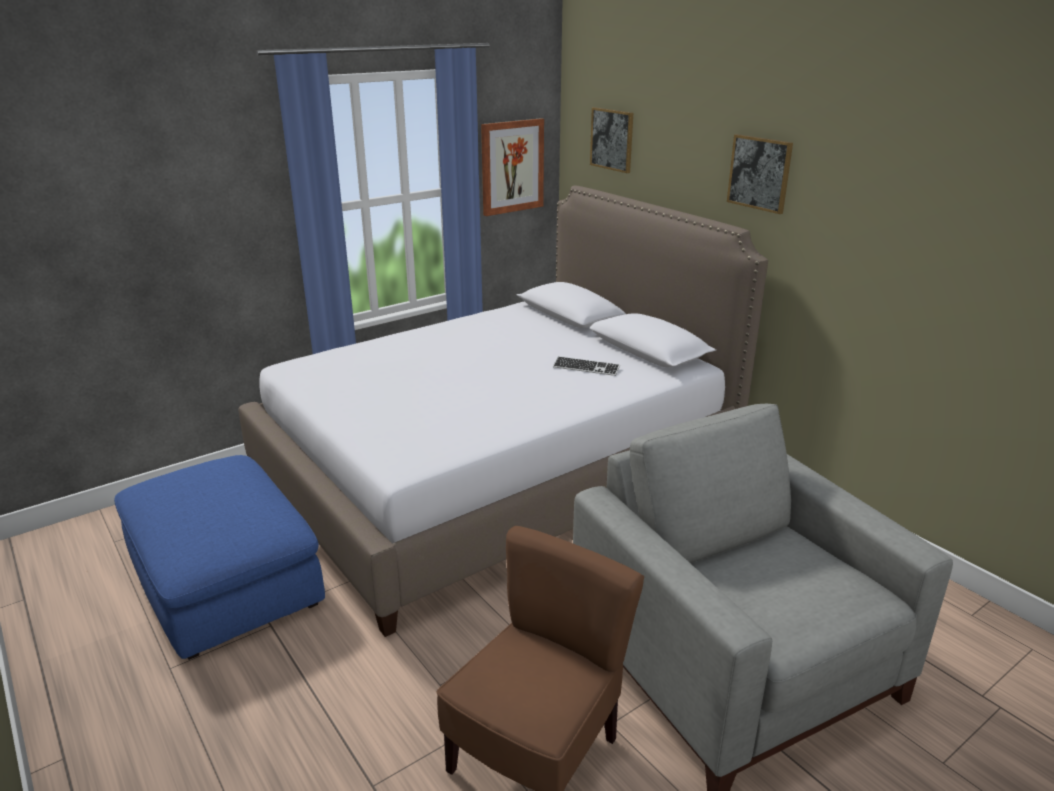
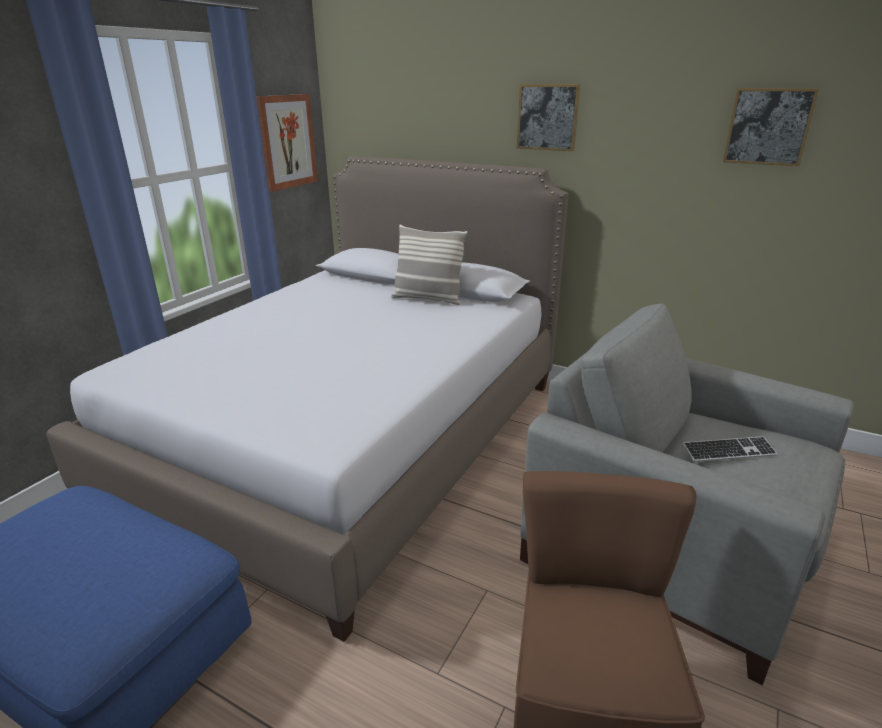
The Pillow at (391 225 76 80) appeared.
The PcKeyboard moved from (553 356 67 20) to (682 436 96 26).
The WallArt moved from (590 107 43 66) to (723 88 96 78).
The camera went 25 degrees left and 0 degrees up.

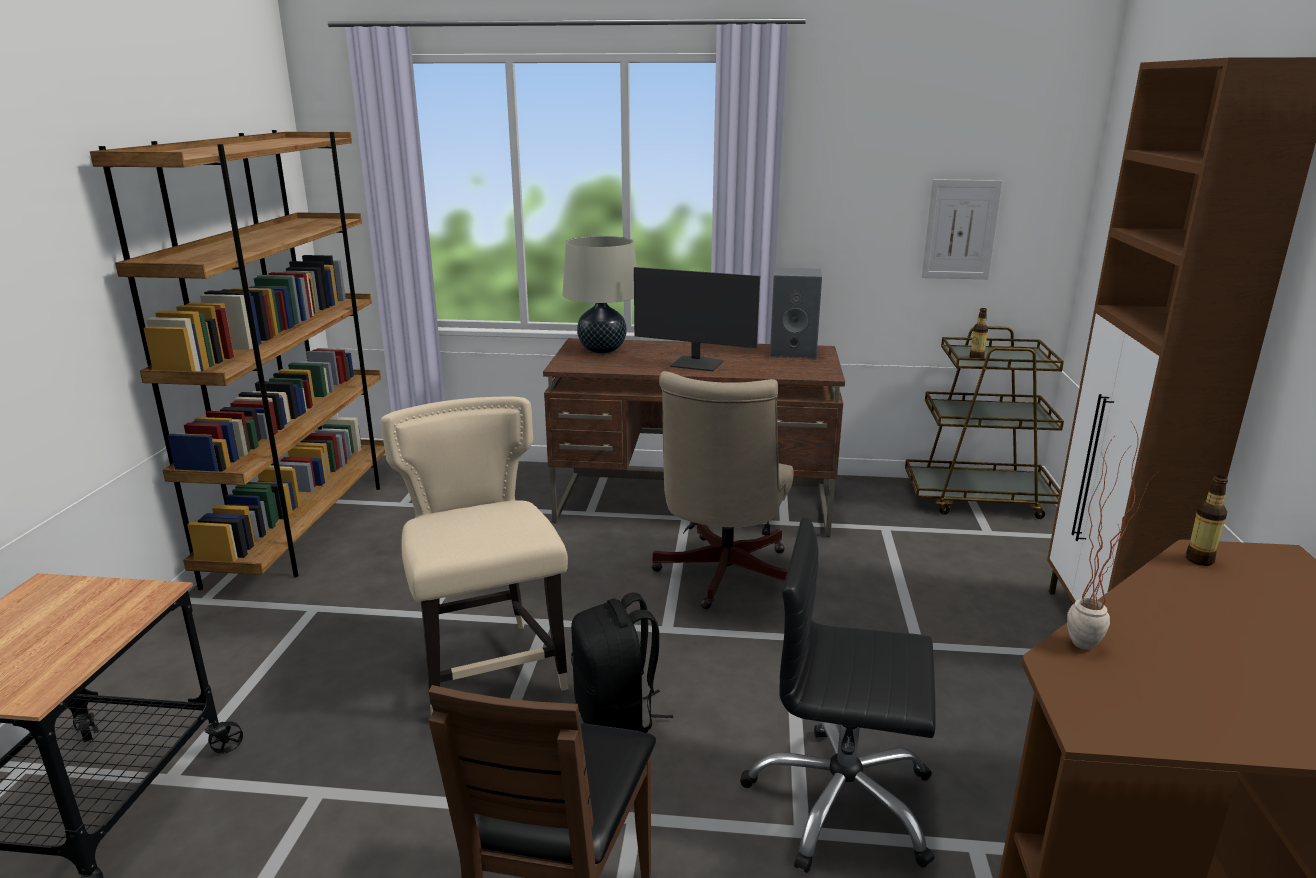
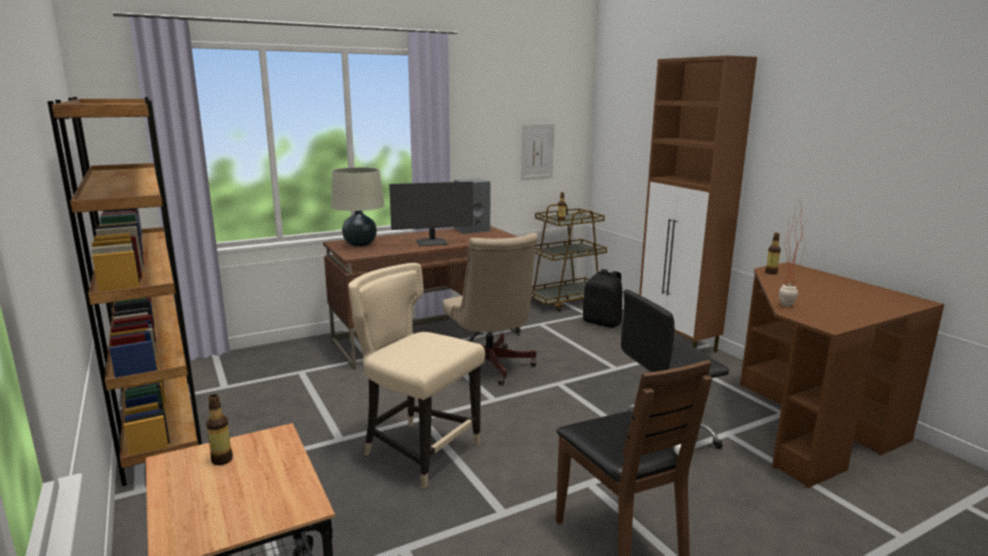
The Bottle at (206 394 27 71) appeared.
The BlackKnapsack moved from (571 593 102 140) to (583 269 39 59).
The camera went 35 degrees left and 5 degrees down.

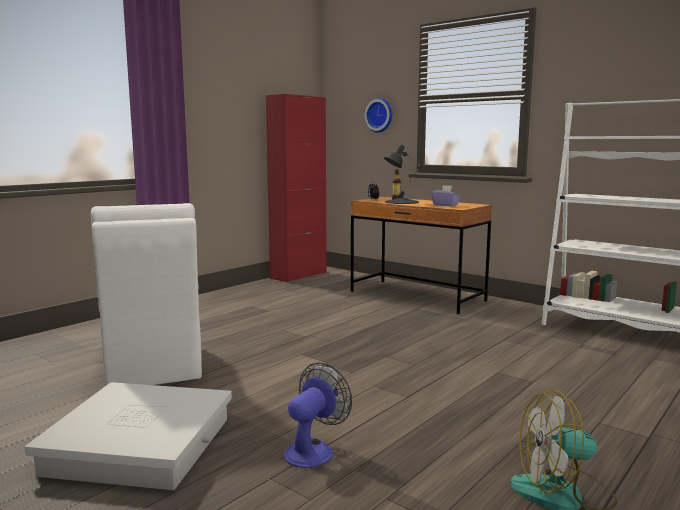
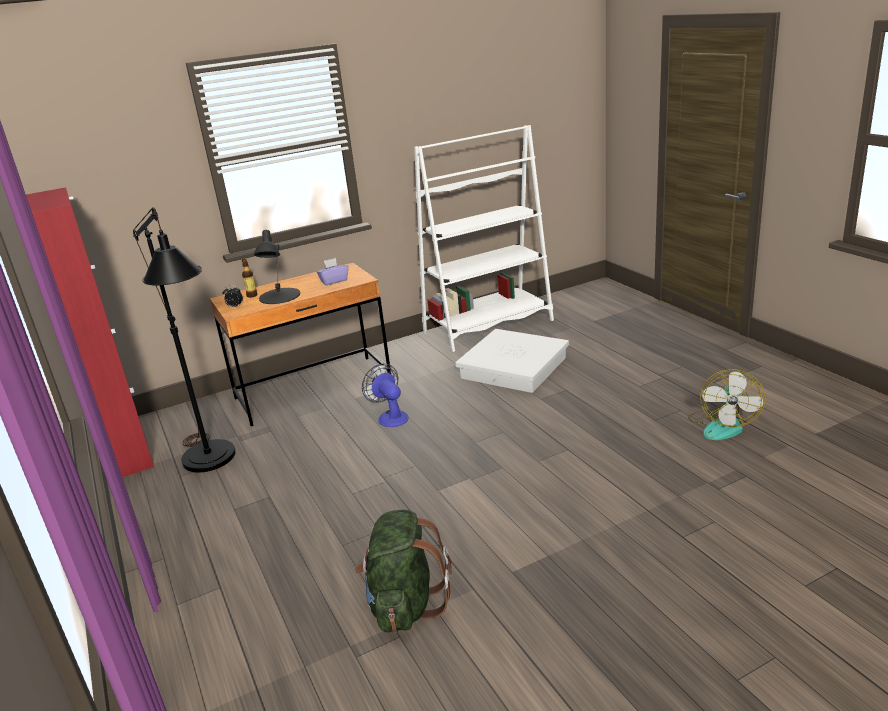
The BlackFloorLamp at (133 207 103 265) appeared.
The WhitePlainChair at (91 203 111 182) was replaced by the GreenColouredKnapsack at (355 509 97 123).
The ElectricFan moved from (284 363 68 105) to (362 364 47 63).
The WhiteStorageBin moved from (25 382 207 108) to (455 329 114 64).
The WallClock at (364 98 28 35) disappeared.
The camera went 65 degrees left and 15 degrees up.

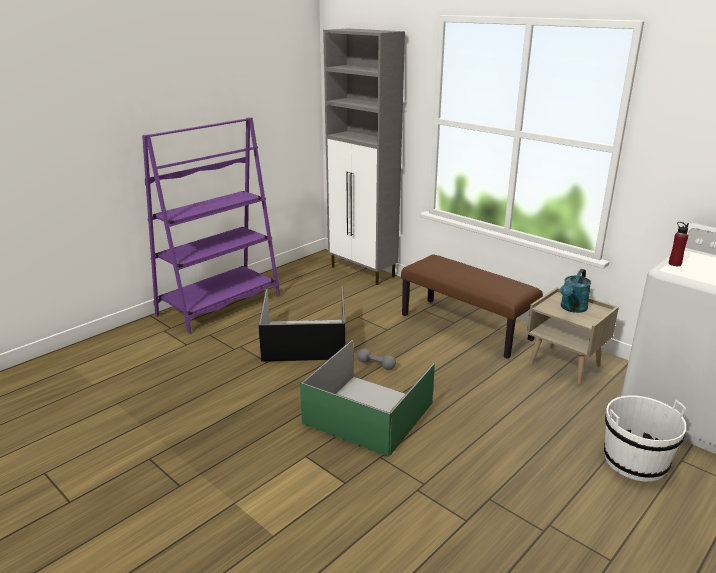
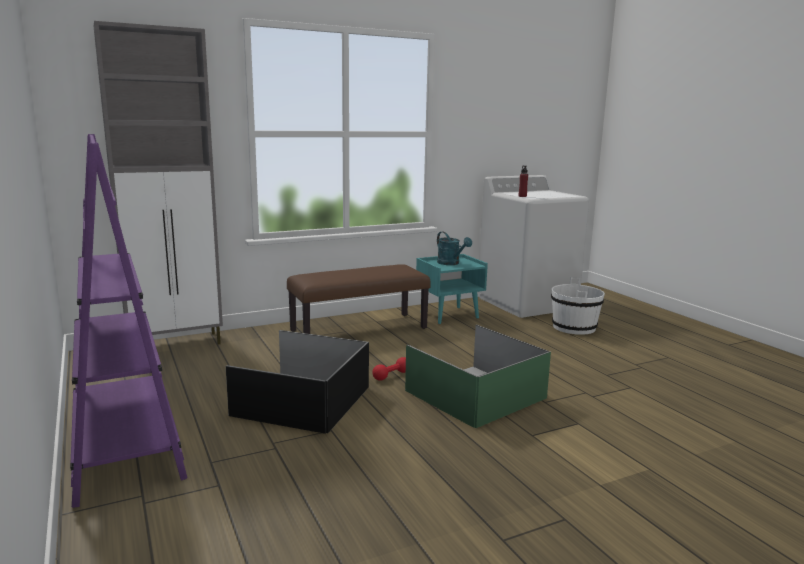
The GrayHandWeight at (357 349 39 21) became the ReddishHandWeight at (372 357 34 24).
The BeigeColouredNightTable at (527 287 92 97) became the TurquoiseColouredNightTable at (416 254 72 70).
The camera went 70 degrees left and 10 degrees down.

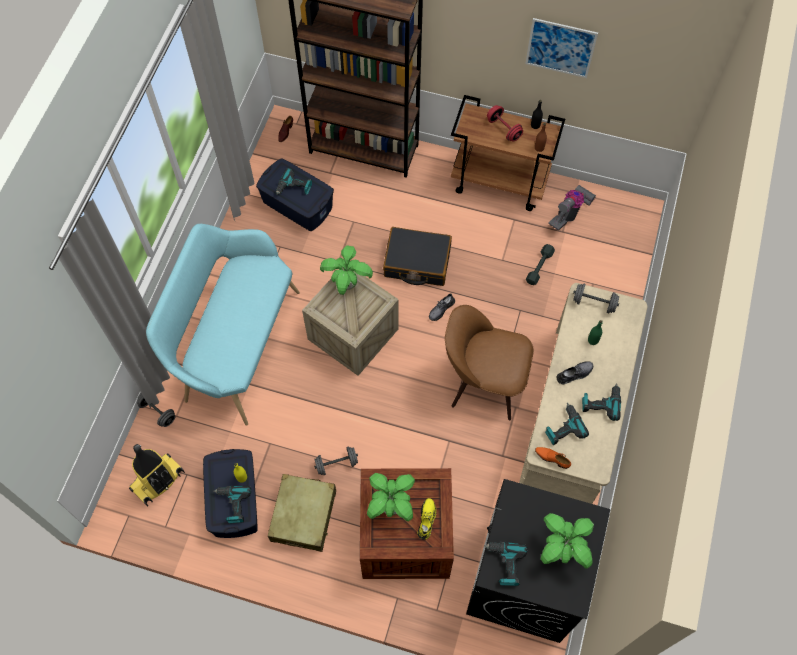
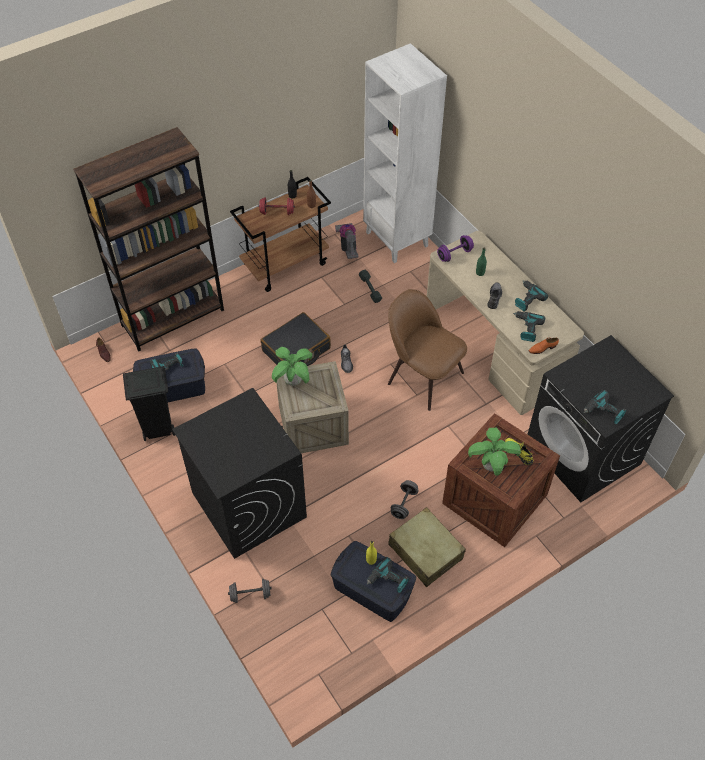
The BlackRubbishBin at (123 366 52 75) appeared.
The TurquoiseColouredBench at (146 224 154 202) was replaced by the BlackLaundryMachine at (172 388 135 171).
The WhiteBookshelf at (363 43 84 220) appeared.
The BrownColouredPlainChair at (445 305 89 115) turned 75 degrees clockwise.
The GrayHandWeight at (573 283 46 30) became the PurpleHandWeight at (437 235 37 27).
The Hoover at (129 444 56 62) disappeared.
The WallArt at (525 18 73 60) disappeared.
The PlantInAPot at (541 513 53 56) disappeared.
The camera went 50 degrees left and 10 degrees down.

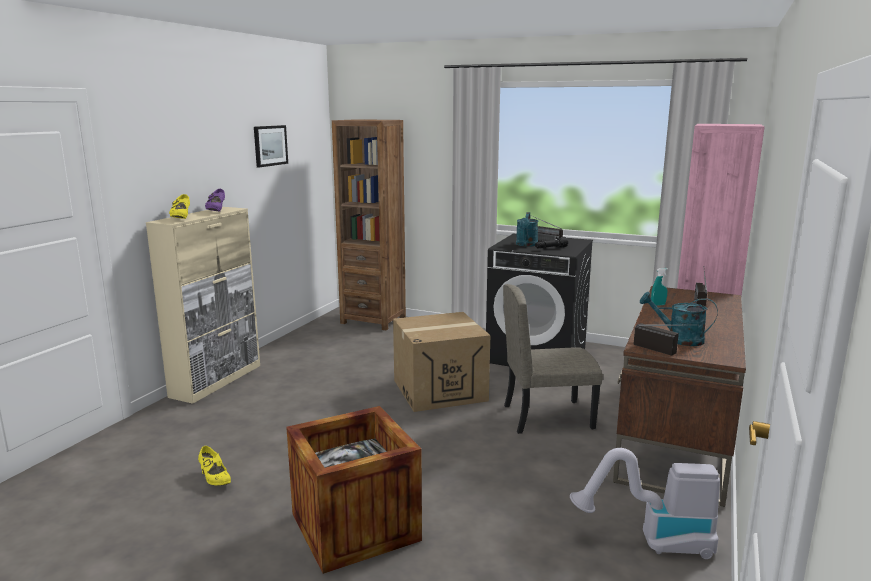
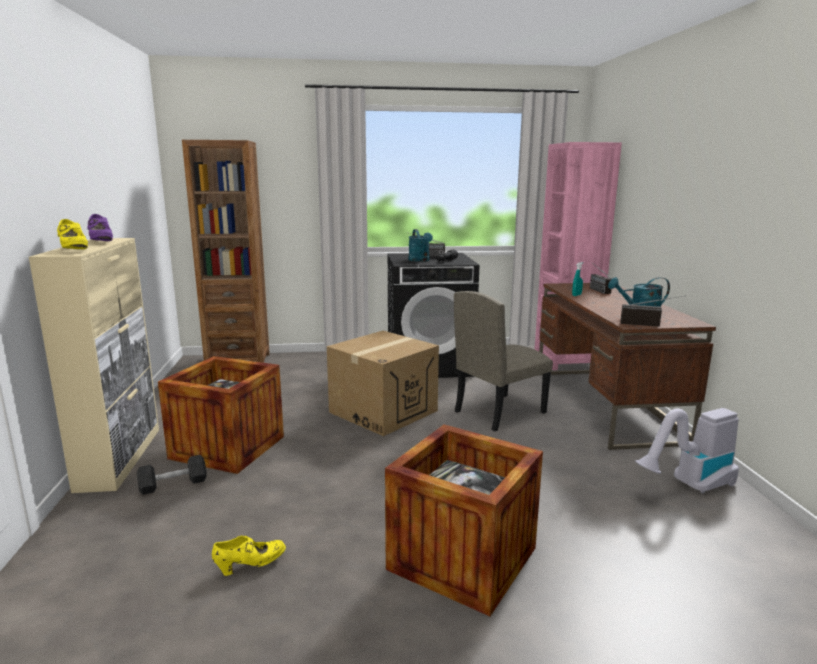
The BlackHandWeight at (137 455 70 40) appeared.
The Crate at (158 356 126 118) appeared.
The YellowishShoe at (198 446 33 40) turned 45 degrees counterclockwise.
The WallArt at (254 125 34 43) disappeared.
The camera went 30 degrees left and 0 degrees up.

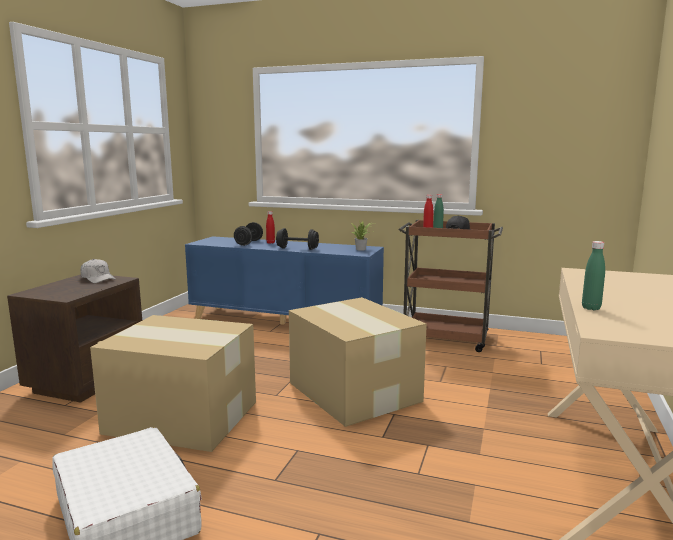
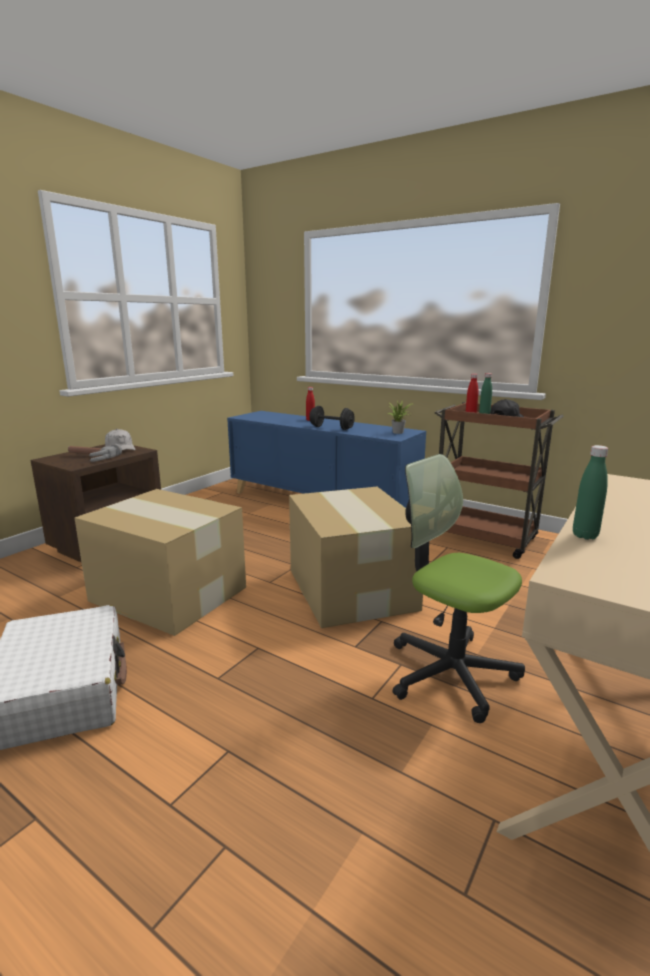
The HandHammer at (68 444 54 18) appeared.
The ComputerChair at (393 454 132 269) appeared.
The BlackHandWeight at (234 222 29 24) disappeared.
The camera went 15 degrees right and 5 degrees up.

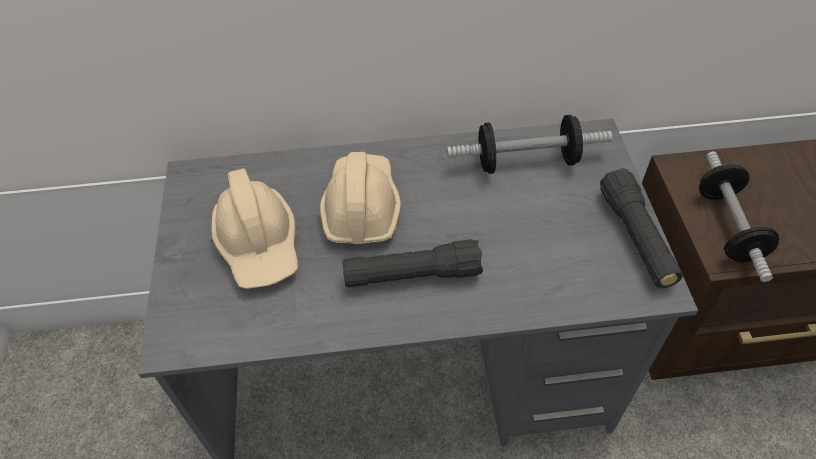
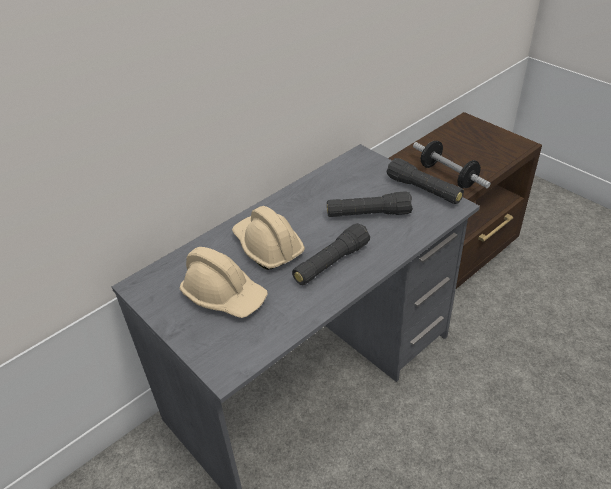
The BlackHandTorch at (327 191 86 26) appeared.
The HandWeight at (447 115 165 59) disappeared.
The camera went 35 degrees left and 10 degrees down.

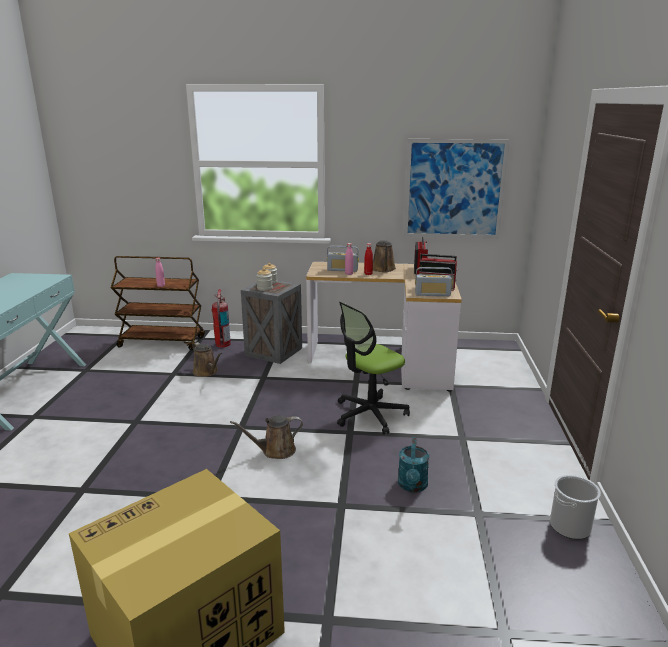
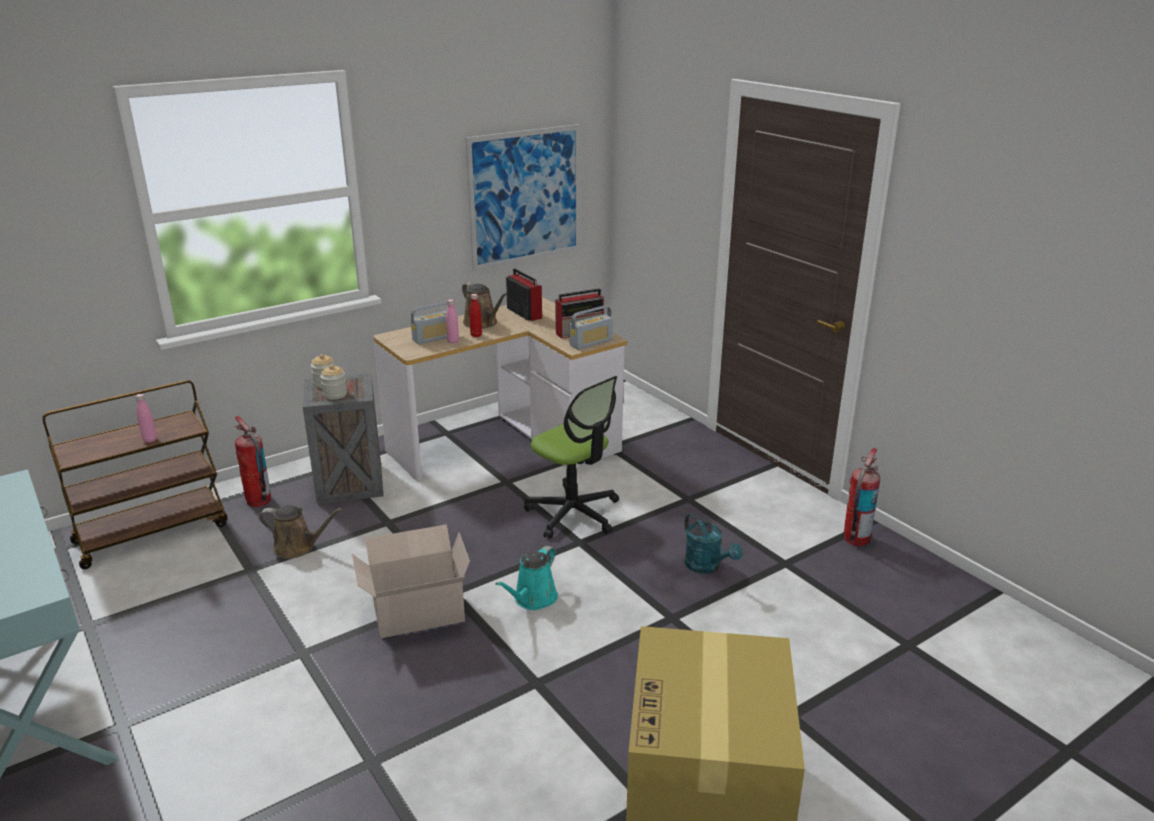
The PackingBox at (352 524 118 114) appeared.
The BrownColouredWateringPot at (230 415 73 44) became the TurquoiseColouredWateringPot at (495 546 63 64).
The ComputerChair at (337 302 73 132) turned 60 degrees counterclockwise.
The Pail at (550 475 51 64) was replaced by the FireExtinguisher at (844 448 36 98).
The camera went 40 degrees left and 5 degrees up.

